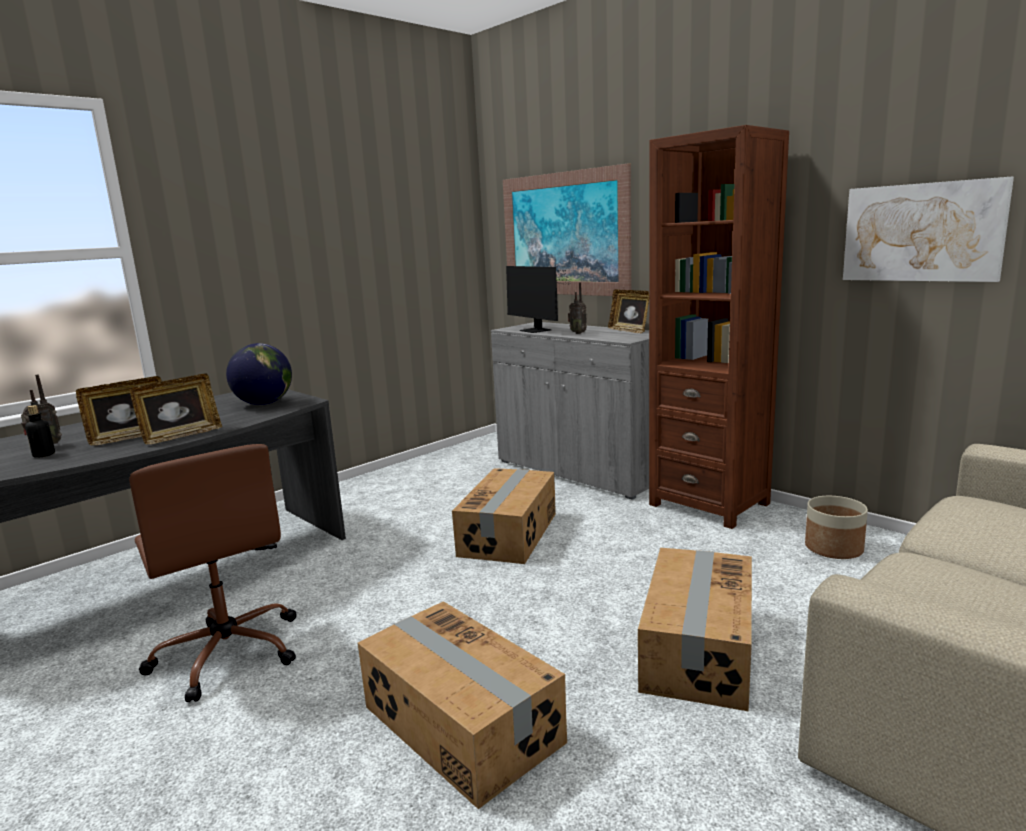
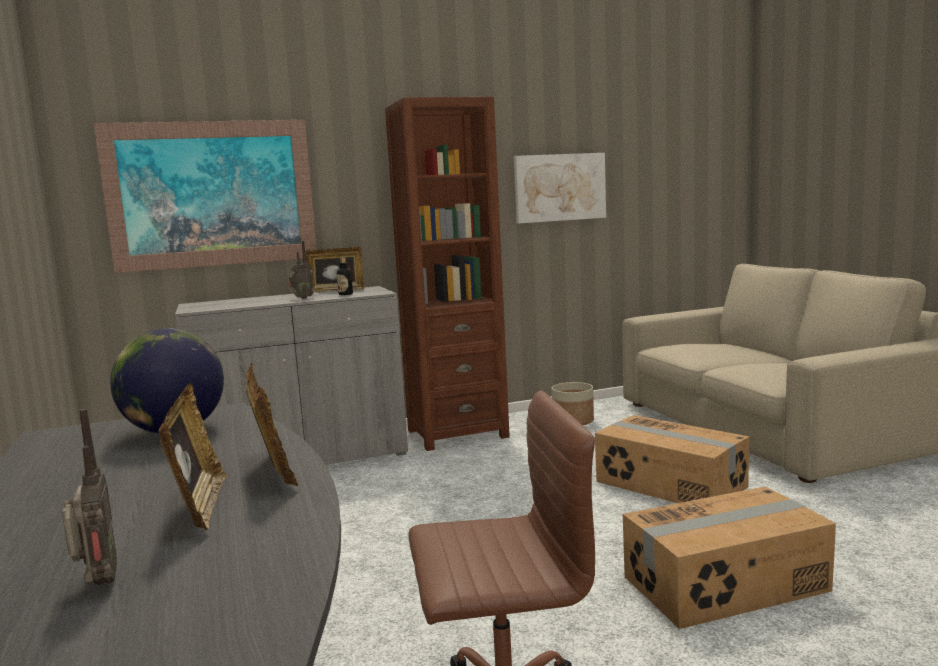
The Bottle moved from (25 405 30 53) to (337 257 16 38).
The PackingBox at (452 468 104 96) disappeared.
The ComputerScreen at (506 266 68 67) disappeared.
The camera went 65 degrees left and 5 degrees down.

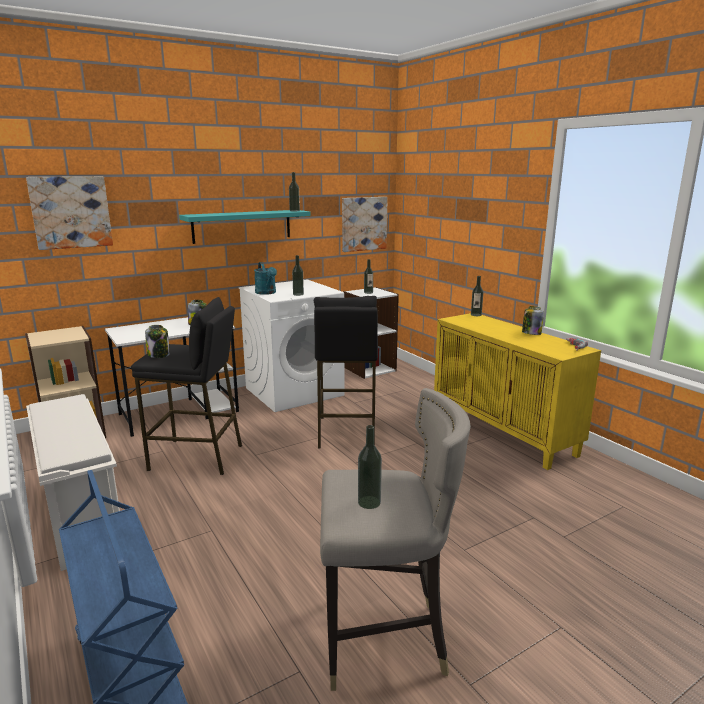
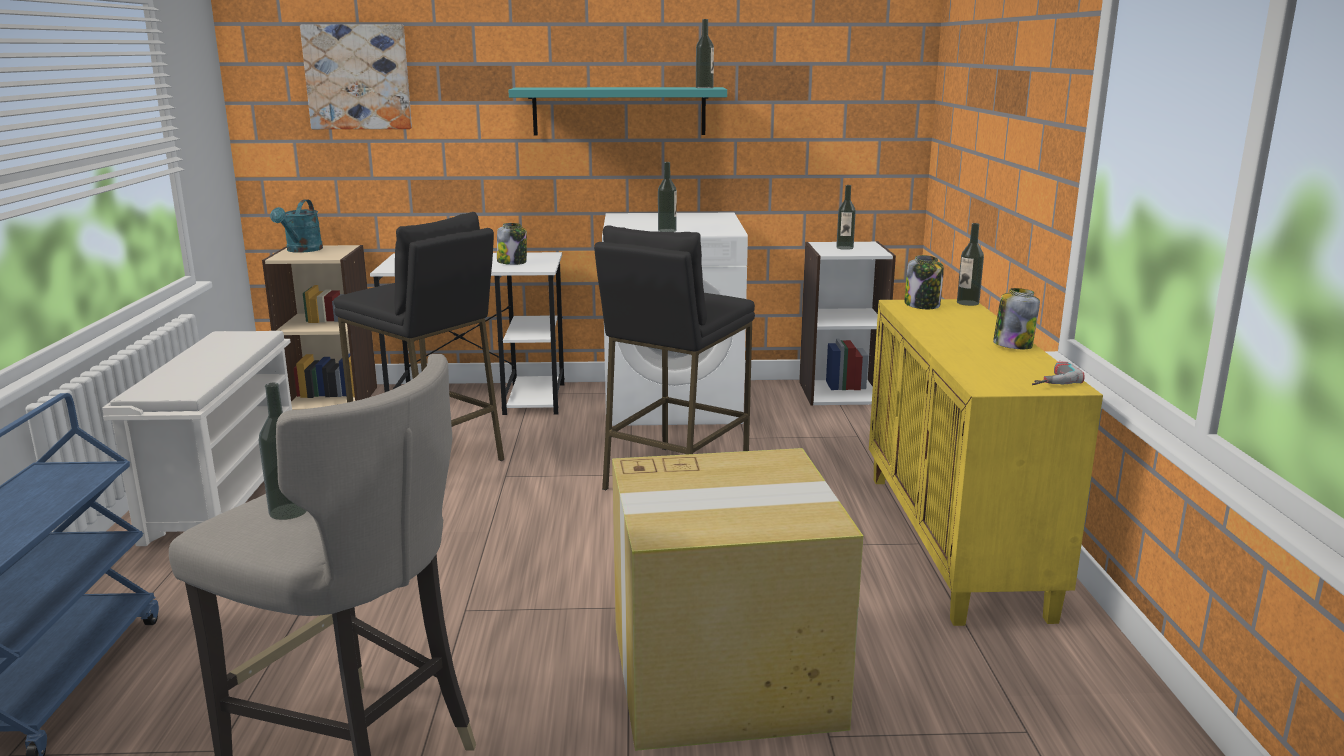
The TurquoiseColouredWateringPot moved from (254 262 23 33) to (270 200 53 53).
The PackingBox at (612 448 251 303) appeared.
The PreserveJar moved from (145 325 25 33) to (904 255 40 54).
The WallArt at (342 197 46 55) disappeared.
The camera went 30 degrees right and 0 degrees up.

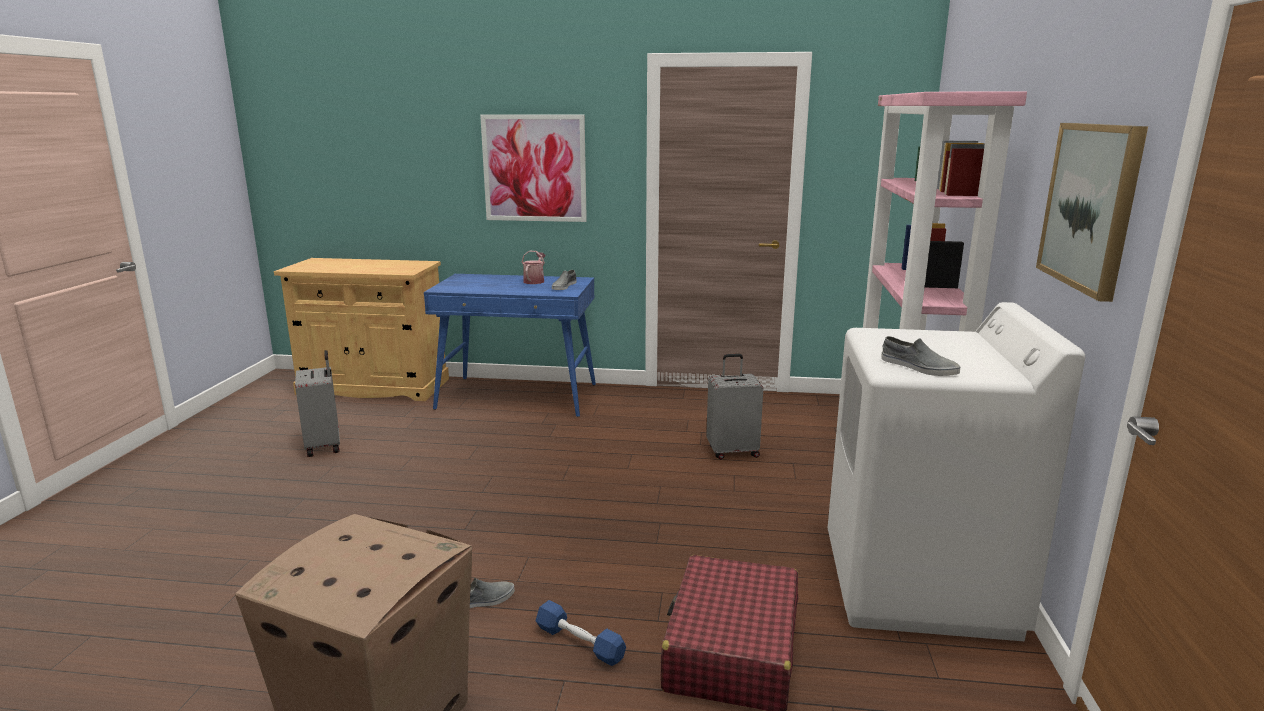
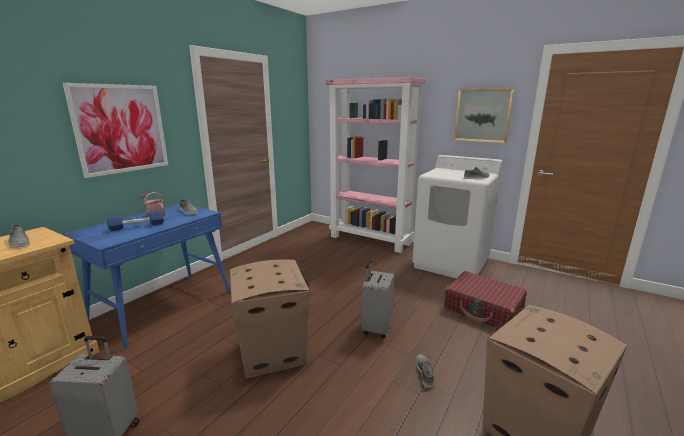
The GrayShoe at (8 224 22 24) appeared.
The BlueColouredHandWeight moved from (535 600 91 66) to (107 211 57 20).
The PackingBox at (230 259 80 119) appeared.
The GrayTravelCase moved from (706 354 57 105) to (361 260 33 78).
The camera went 65 degrees left and 0 degrees up.

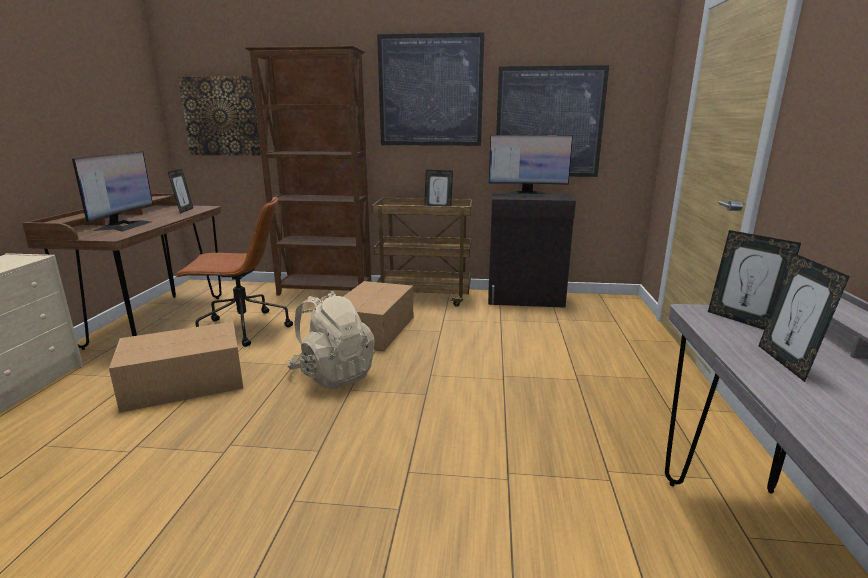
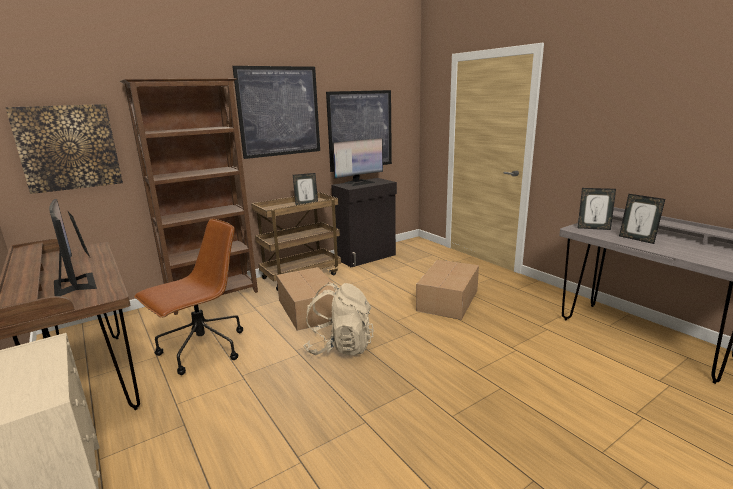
The PackingBox moved from (109 322 134 91) to (416 260 63 60).
The camera went 40 degrees left and 0 degrees up.

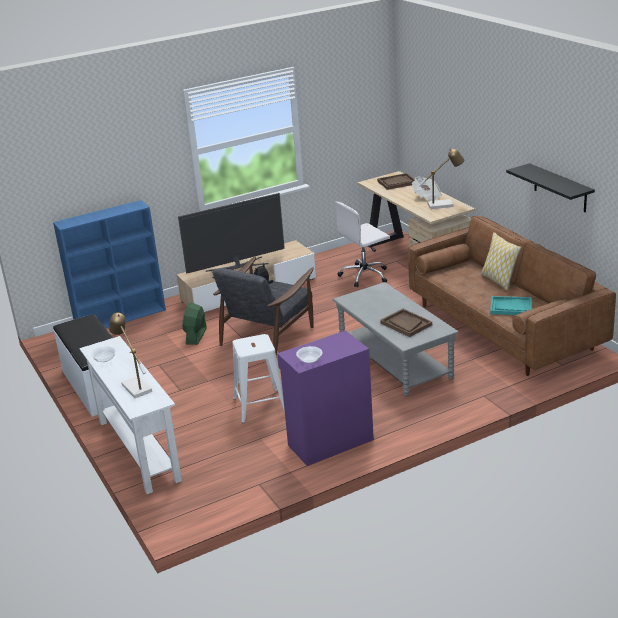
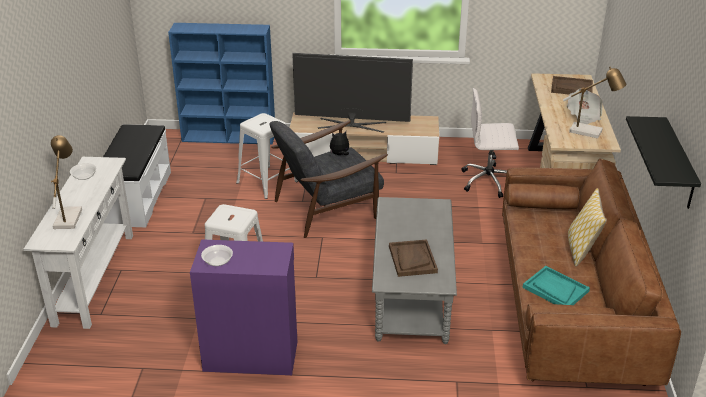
The GreenColouredElectricFan at (182 302 25 43) was replaced by the WhiteStoolSeat at (236 113 62 86).
The camera went 30 degrees right and 5 degrees up.

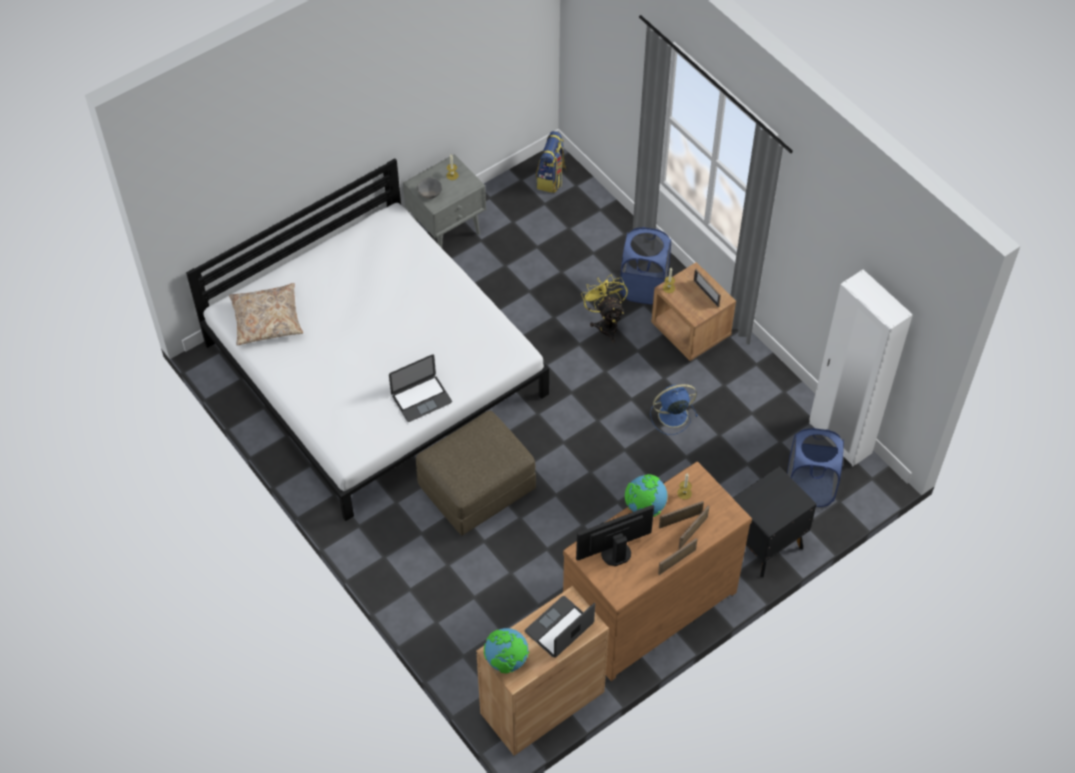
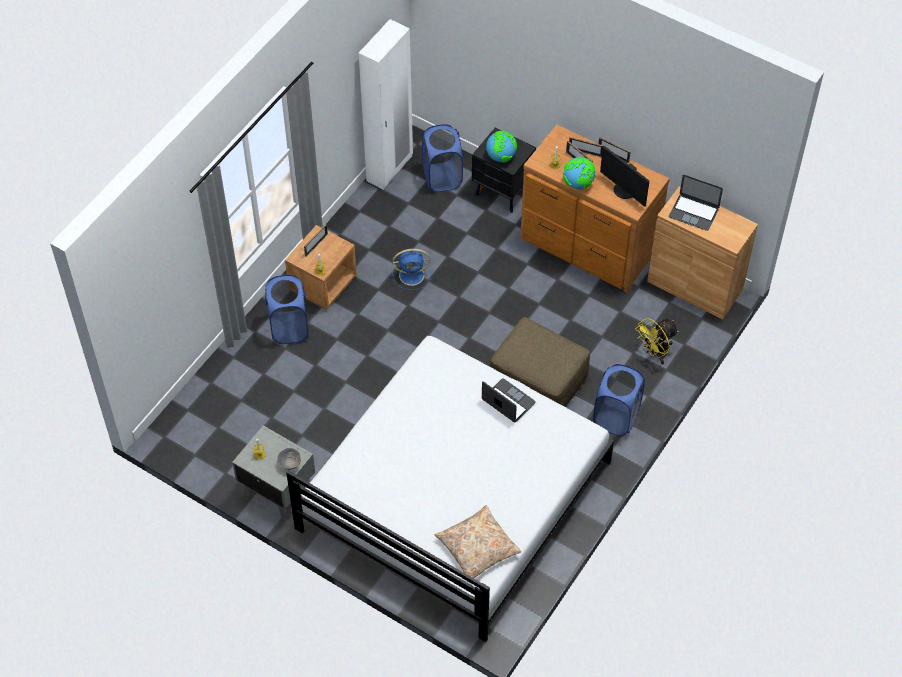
The BlueColouredElectricFan at (650 384 48 51) turned 60 degrees counterclockwise.
The WorldGlobe moved from (484 628 45 45) to (486 131 31 32).
The BlueColouredLaundryBasket at (593 364 52 72) appeared.
The YellowishElectricFan moved from (581 274 47 69) to (637 318 42 46).
The Knapsack at (536 131 31 62) disappeared.
The camera went 110 degrees left and 0 degrees up.

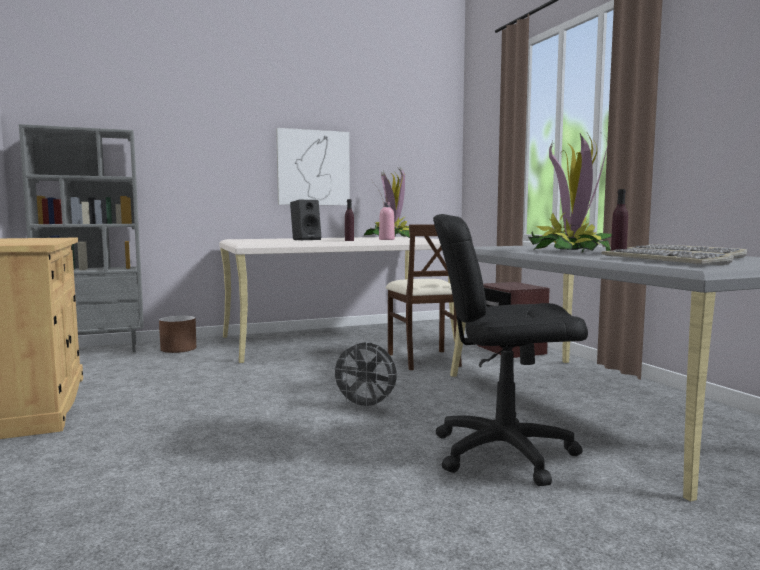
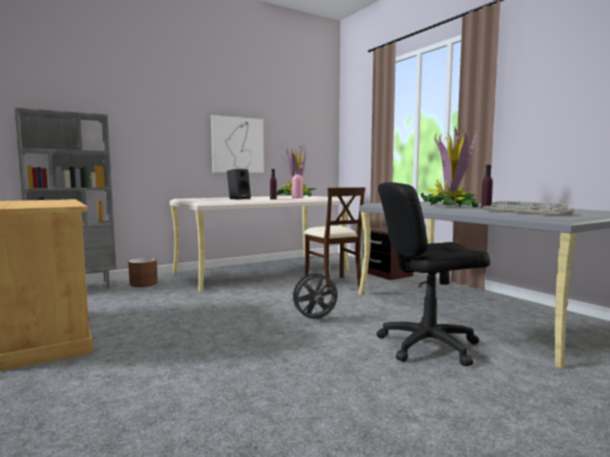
The GrayElectricFan at (330 341 67 70) turned 150 degrees clockwise.
The camera went 10 degrees left and 0 degrees up.

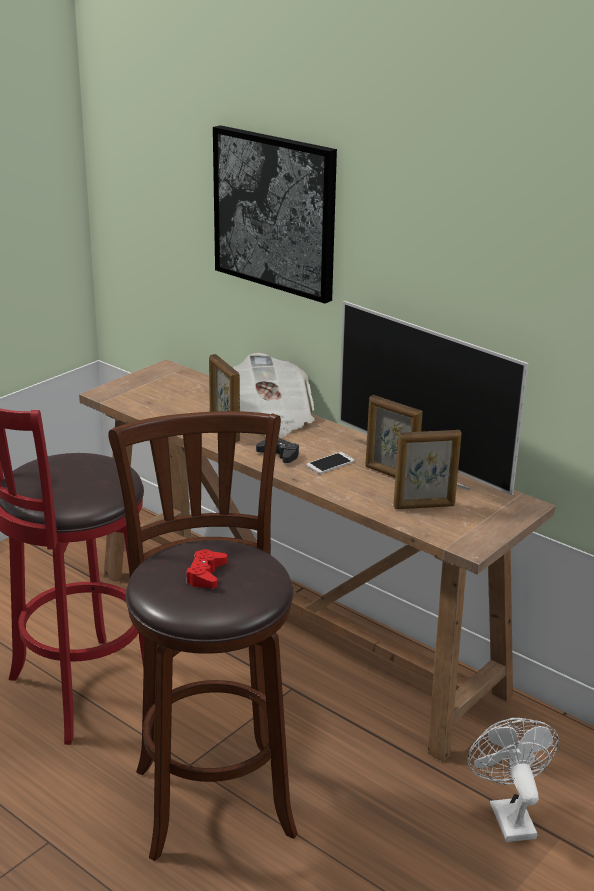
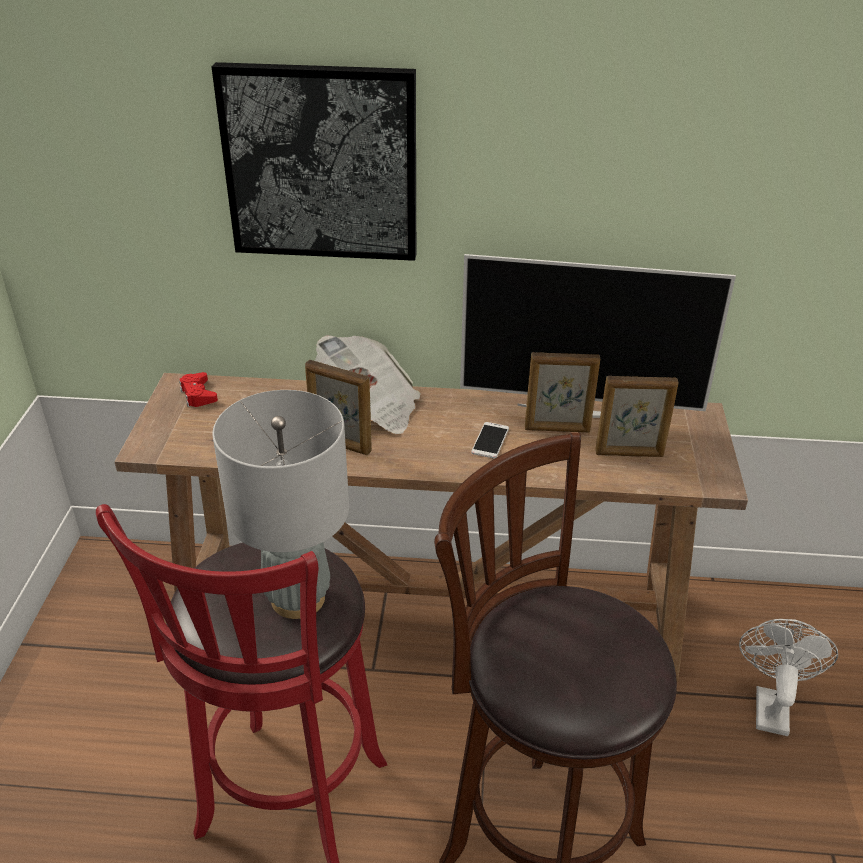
The ReddishGamepad moved from (185 549 42 39) to (179 372 39 35).
The GrayTabletopLamp at (213 390 136 229) appeared.
The PhotoFrame at (393 430 69 79) turned 45 degrees clockwise.
The WhiteElectricFan at (468 718 91 124) turned 60 degrees clockwise.
The BlackGamepad at (256 437 43 26) disappeared.
The camera went 35 degrees left and 10 degrees up.

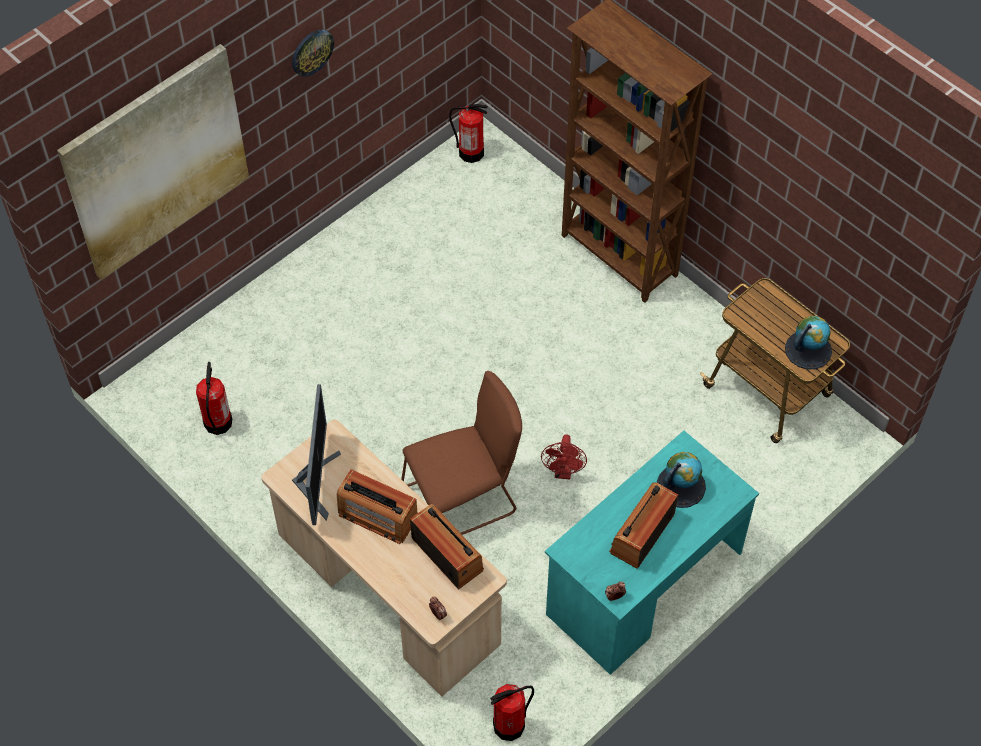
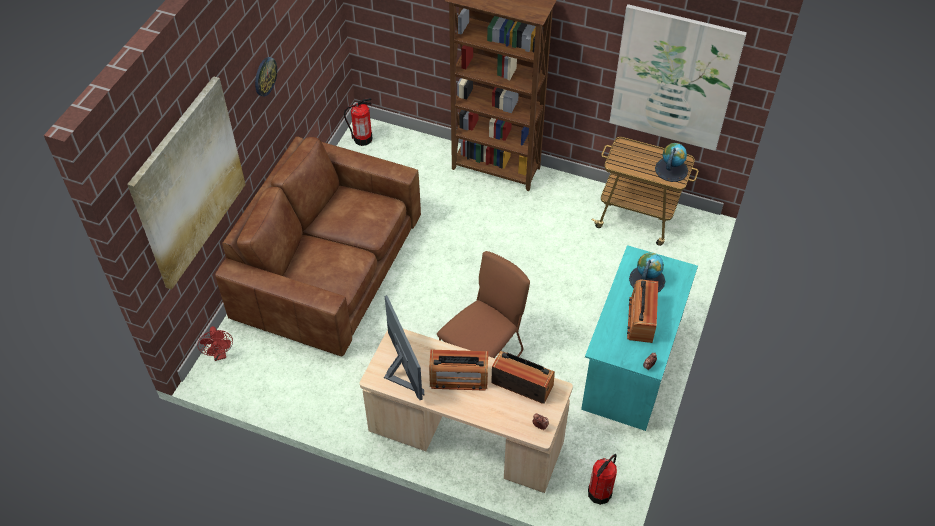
The ReddishElectricFan moved from (541 434 46 46) to (197 326 36 35).
The BrownColouredSofa at (215 136 206 220) appeared.
The WallArt at (609 4 138 147) appeared.
The FireExtinguisher at (196 362 36 73) disappeared.
The camera went 25 degrees left and 5 degrees down.

